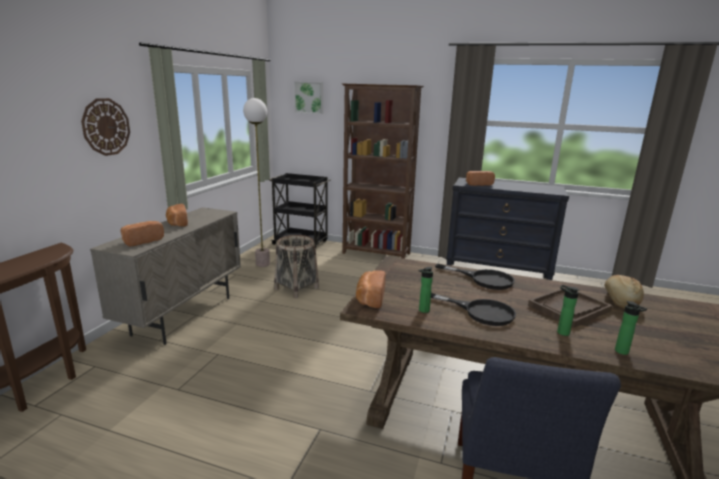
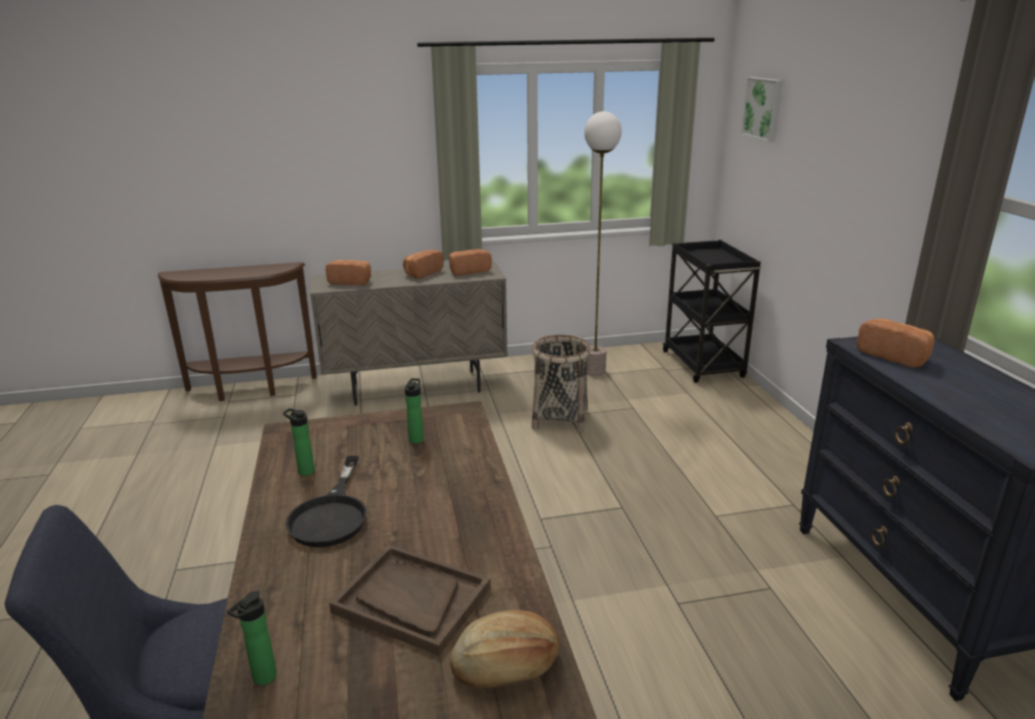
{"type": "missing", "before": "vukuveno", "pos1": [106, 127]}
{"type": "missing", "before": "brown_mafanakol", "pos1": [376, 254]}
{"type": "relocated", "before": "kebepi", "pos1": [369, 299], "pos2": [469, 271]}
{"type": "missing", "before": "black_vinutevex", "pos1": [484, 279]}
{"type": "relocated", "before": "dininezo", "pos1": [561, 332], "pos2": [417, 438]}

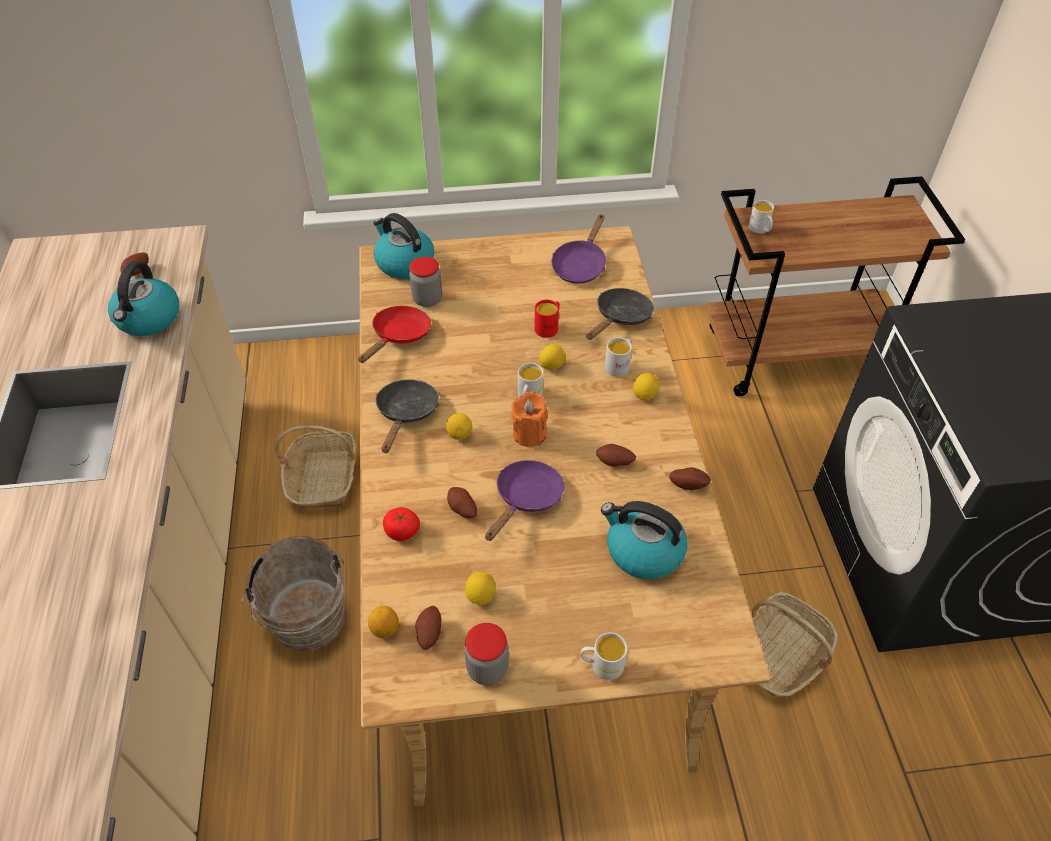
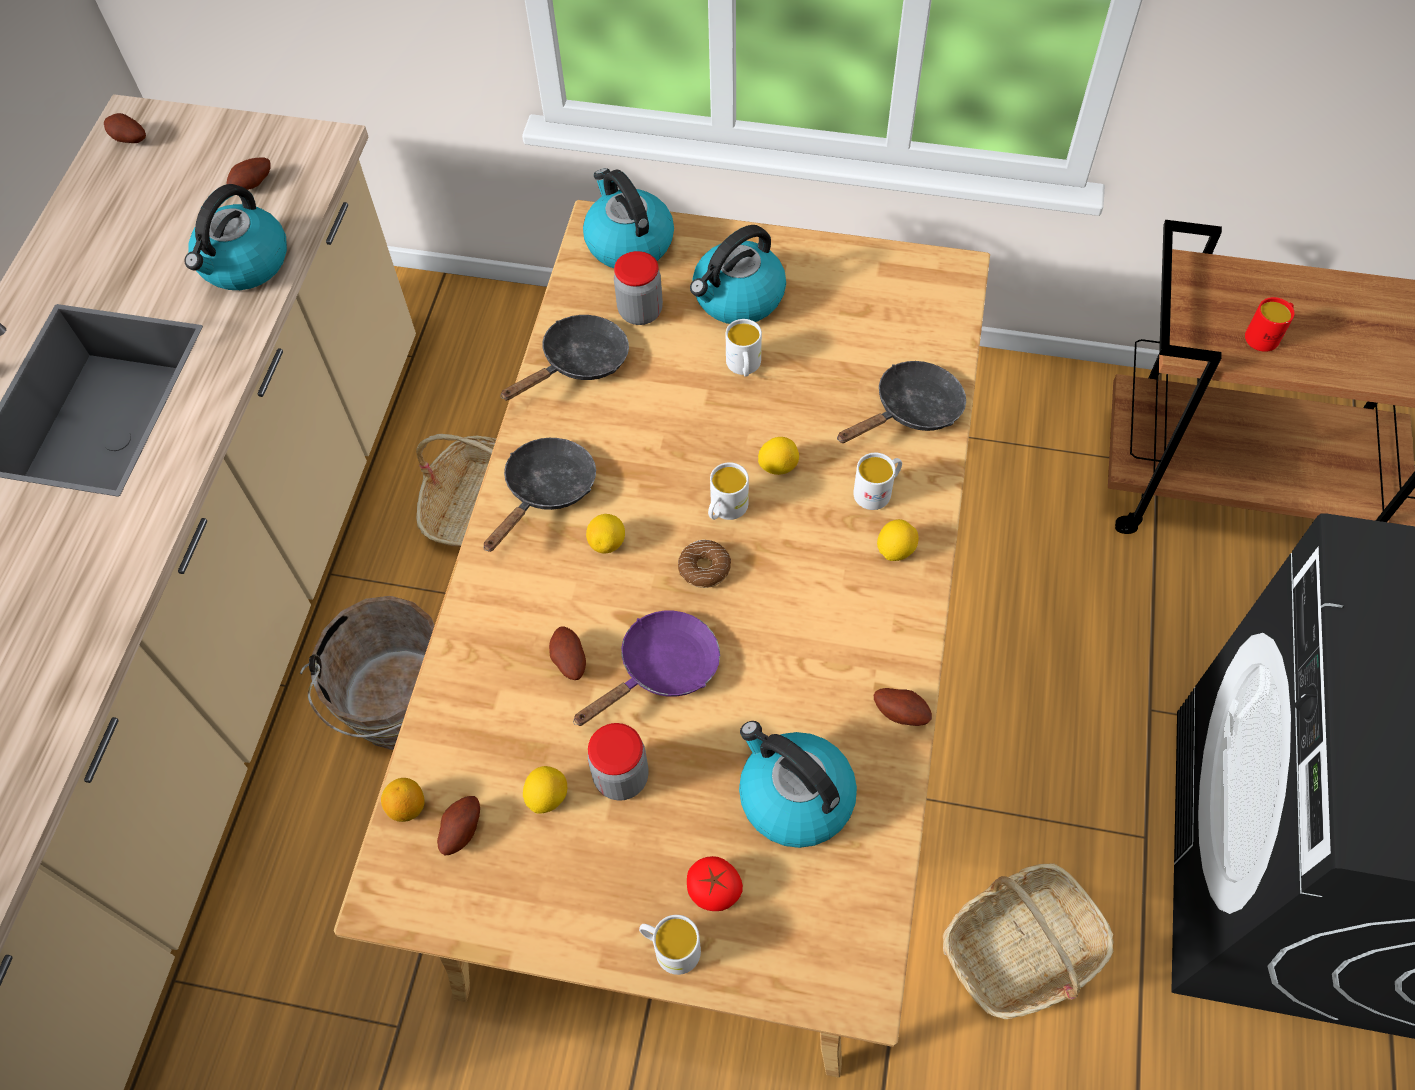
{"type": "colour", "before": "red_vinutevex", "after": "black_vinutevex", "pos1": [399, 336], "pos2": [579, 363]}
{"type": "relocated", "before": "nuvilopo", "pos1": [402, 531], "pos2": [714, 889]}
{"type": "relocated", "before": "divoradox", "pos1": [487, 668], "pos2": [621, 777]}
{"type": "exchanged", "before": "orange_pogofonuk", "after": "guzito", "pos1": [529, 433], "pos2": [704, 568]}
{"type": "relocated", "before": "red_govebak", "pos1": [548, 327], "pos2": [1266, 335]}
{"type": "missing", "before": "purple_vinutevex", "pos1": [580, 265]}
{"type": "relocated", "before": "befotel", "pos1": [614, 463], "pos2": [129, 140]}
{"type": "relocated", "before": "white_govebak", "pos1": [760, 229], "pos2": [744, 367]}
{"type": "appeared", "after": "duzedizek", "pos2": [737, 298]}

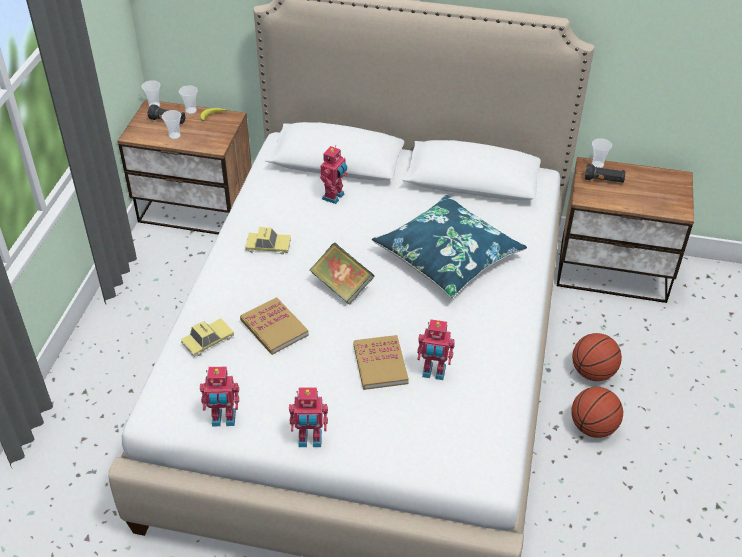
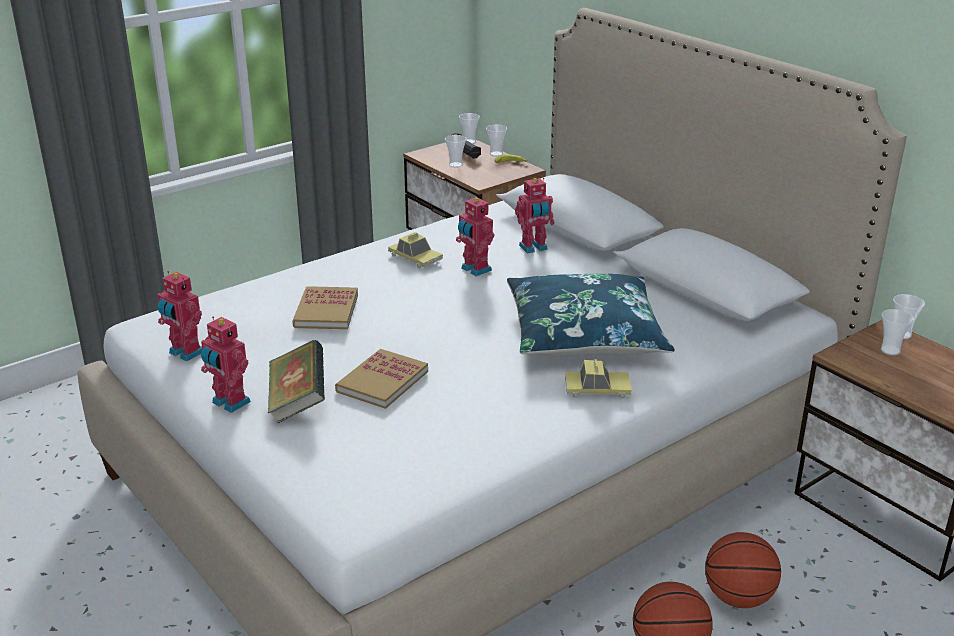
{"type": "relocated", "before": "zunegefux", "pos1": [208, 340], "pos2": [597, 389]}
{"type": "relocated", "before": "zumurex", "pos1": [341, 286], "pos2": [298, 402]}
{"type": "relocated", "before": "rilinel", "pos1": [433, 373], "pos2": [474, 270]}
{"type": "exchanged", "before": "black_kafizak", "after": "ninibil", "pos1": [604, 180], "pos2": [890, 350]}

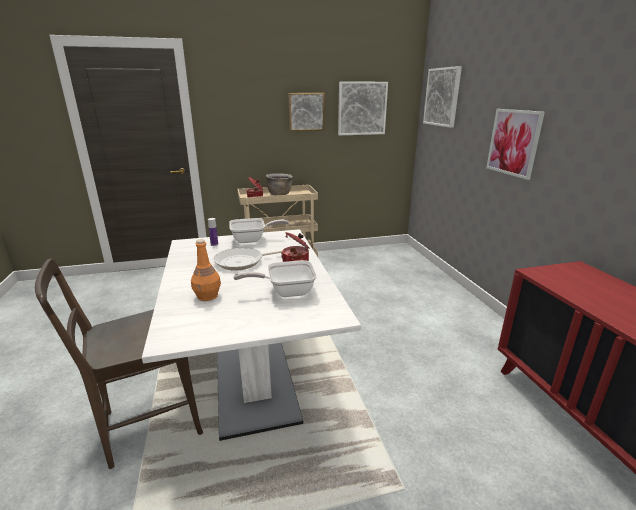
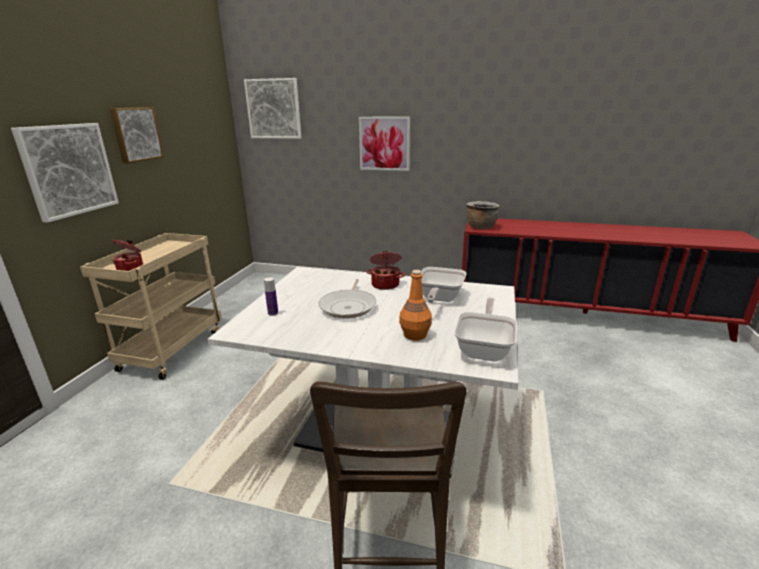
{"type": "relocated", "before": "vinutevex", "pos1": [252, 240], "pos2": [485, 348]}
{"type": "relocated", "before": "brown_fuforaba", "pos1": [279, 194], "pos2": [480, 227]}
{"type": "relocated", "before": "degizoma", "pos1": [362, 108], "pos2": [69, 170]}

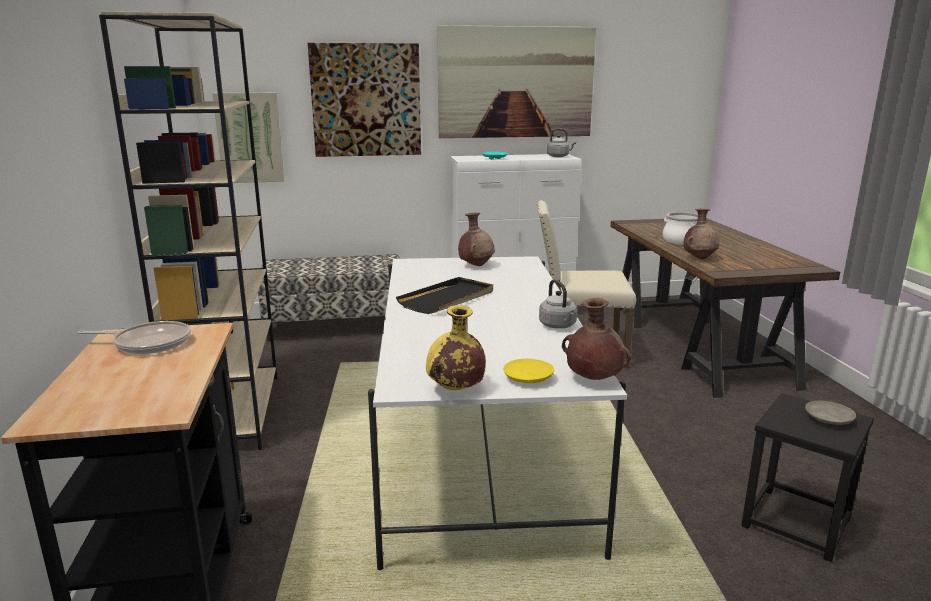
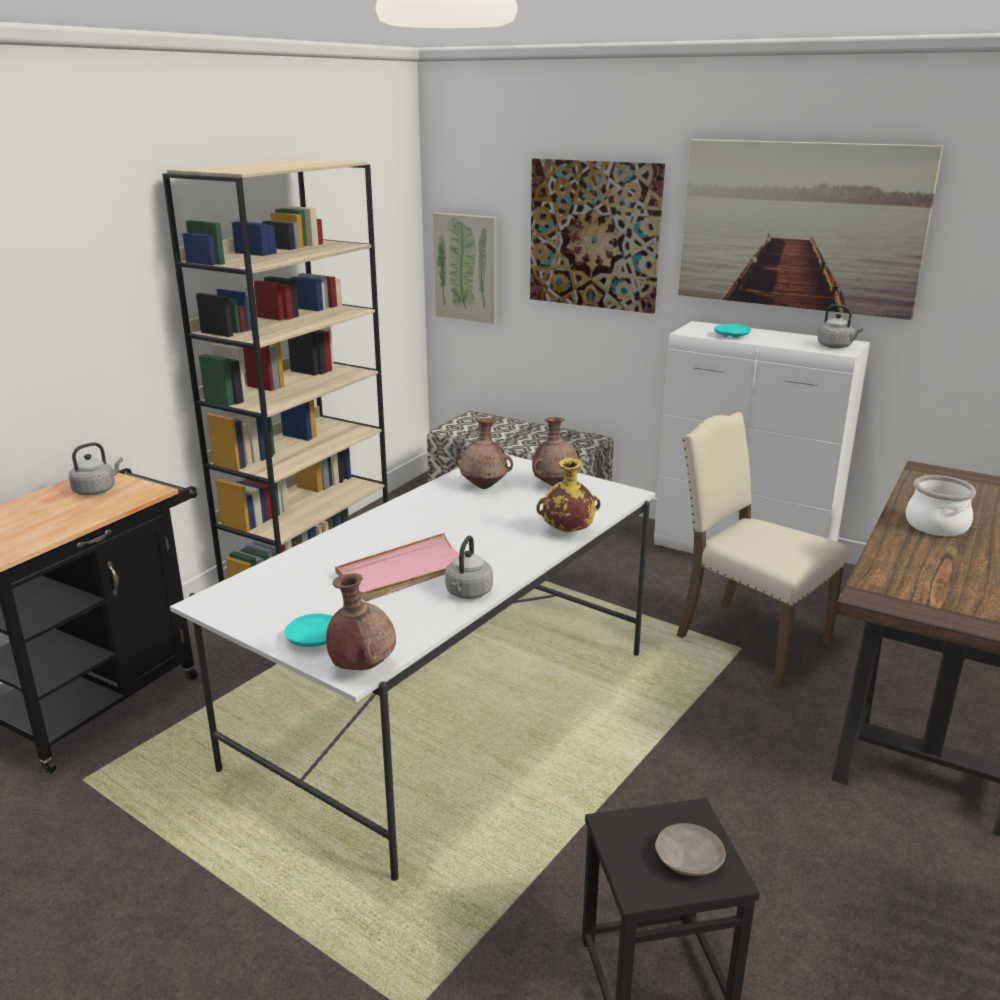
{"type": "exchanged", "before": "vinutevex", "after": "grey_duzedizek", "pos1": [148, 343], "pos2": [97, 490]}
{"type": "missing", "before": "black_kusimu", "pos1": [448, 299]}
{"type": "relocated", "before": "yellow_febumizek", "pos1": [455, 390], "pos2": [567, 532]}
{"type": "colour", "before": "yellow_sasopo", "after": "turquoise_sasopo", "pos1": [527, 378], "pos2": [314, 638]}
{"type": "relocated", "before": "brown_febumizek", "pos1": [699, 258], "pos2": [484, 486]}
{"type": "appeared", "after": "pink_kusimu", "pos2": [406, 572]}

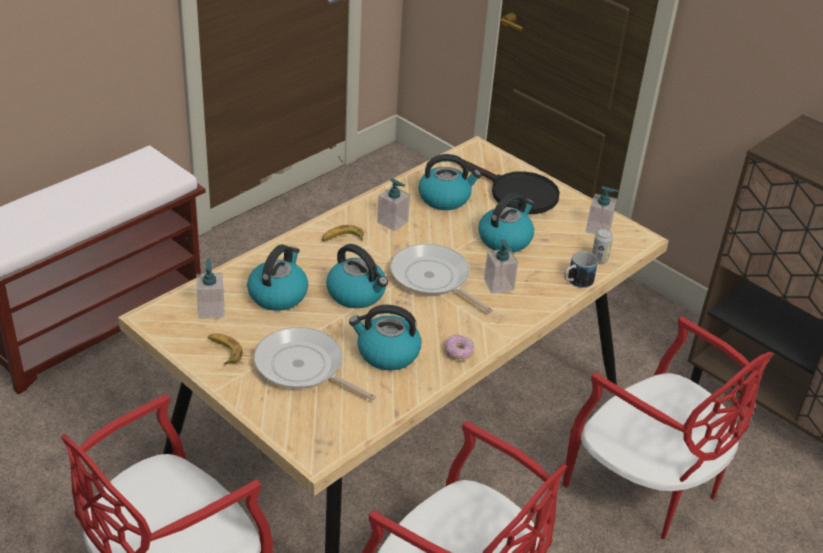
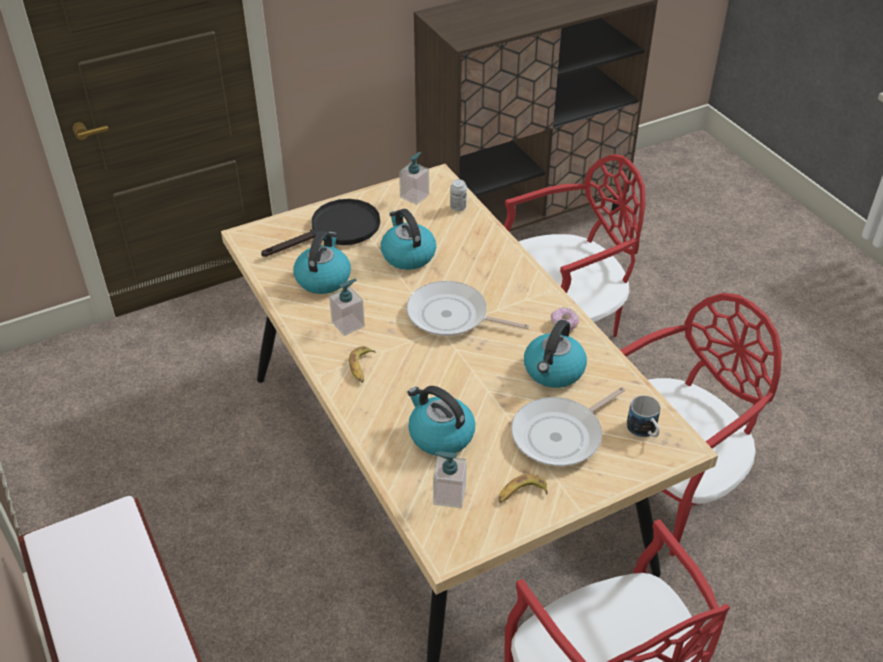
{"type": "missing", "before": "duzedizek", "pos1": [357, 294]}
{"type": "spun", "before": "vinutevex", "pos1": [433, 279], "pos2": [452, 316], "turn": 45}
{"type": "missing", "before": "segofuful", "pos1": [498, 285]}
{"type": "relocated", "before": "govebak", "pos1": [576, 282], "pos2": [644, 431]}

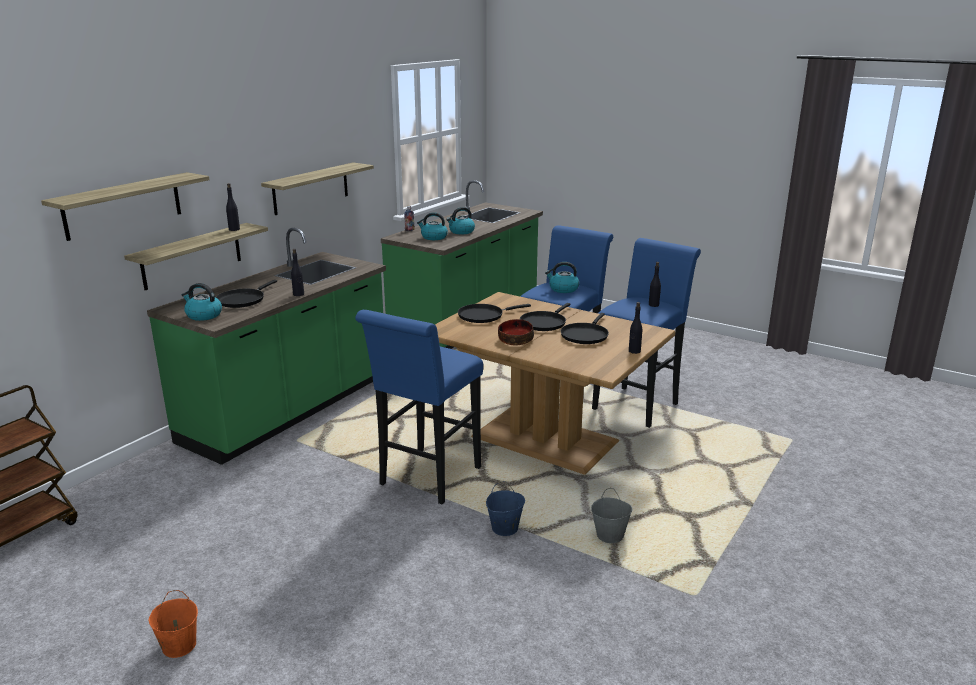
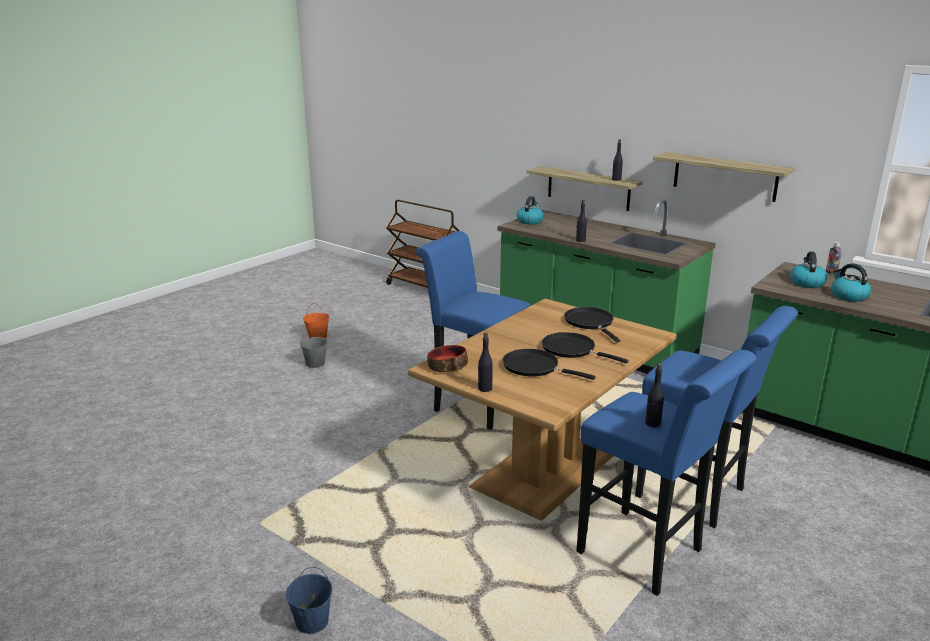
{"type": "missing", "before": "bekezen", "pos1": [123, 206]}
{"type": "missing", "before": "black_vinutevex", "pos1": [243, 300]}
{"type": "relocated", "before": "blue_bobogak", "pos1": [504, 528], "pos2": [311, 621]}
{"type": "relocated", "before": "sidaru", "pos1": [515, 340], "pos2": [447, 367]}
{"type": "missing", "before": "duzedizek", "pos1": [563, 289]}
{"type": "relocated", "before": "grey_bobogak", "pos1": [610, 536], "pos2": [315, 364]}

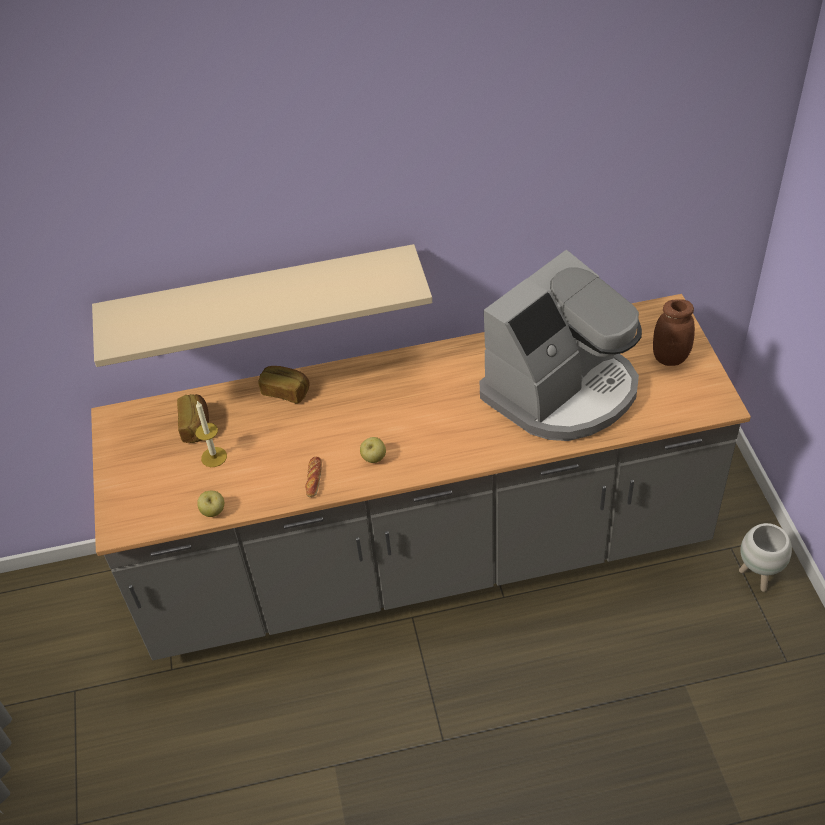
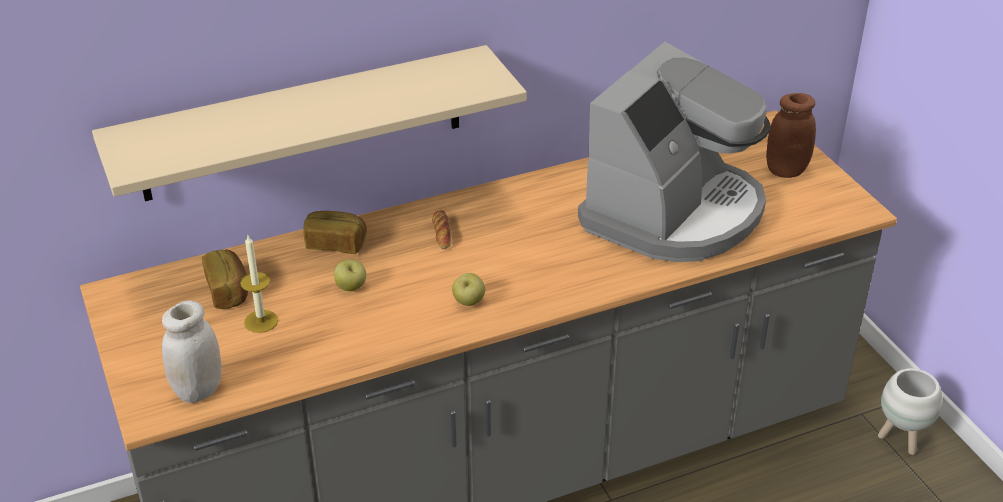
{"type": "relocated", "before": "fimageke", "pos1": [213, 511], "pos2": [351, 288]}
{"type": "relocated", "before": "kebepi", "pos1": [314, 479], "pos2": [442, 233]}
{"type": "appeared", "after": "white_divoradox", "pos2": [198, 390]}

